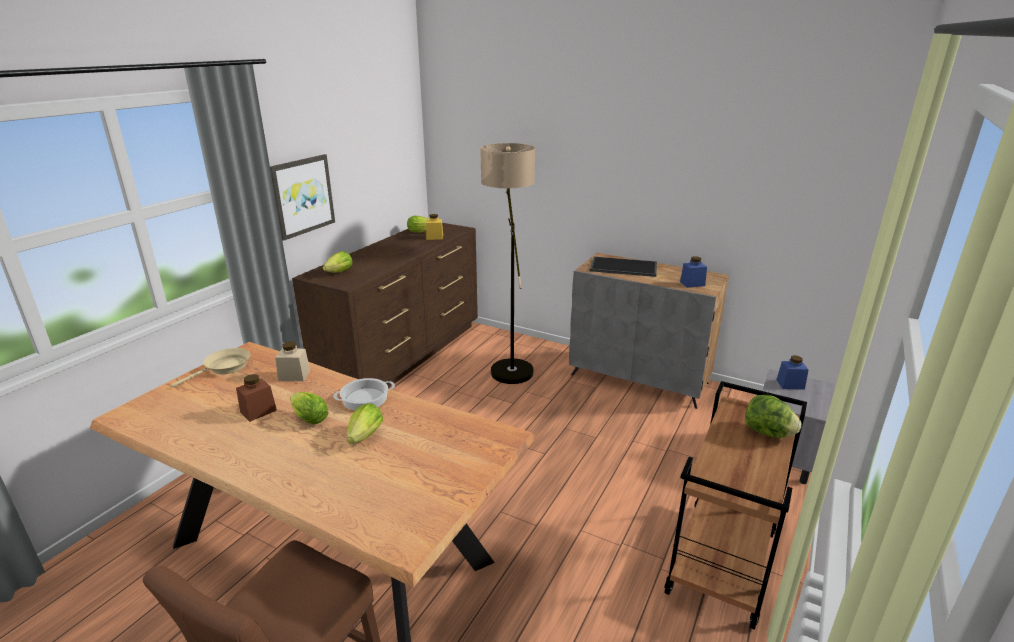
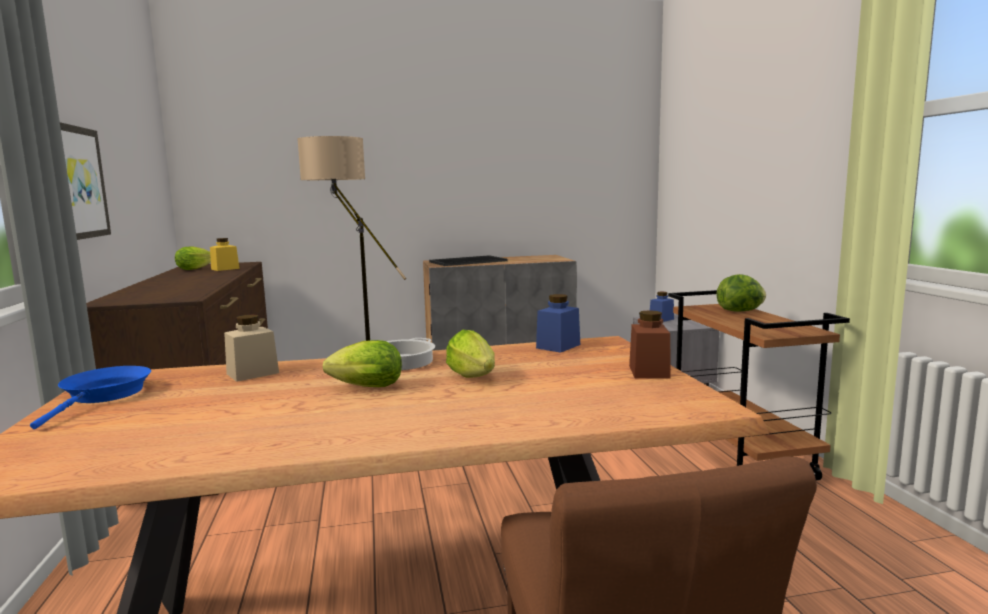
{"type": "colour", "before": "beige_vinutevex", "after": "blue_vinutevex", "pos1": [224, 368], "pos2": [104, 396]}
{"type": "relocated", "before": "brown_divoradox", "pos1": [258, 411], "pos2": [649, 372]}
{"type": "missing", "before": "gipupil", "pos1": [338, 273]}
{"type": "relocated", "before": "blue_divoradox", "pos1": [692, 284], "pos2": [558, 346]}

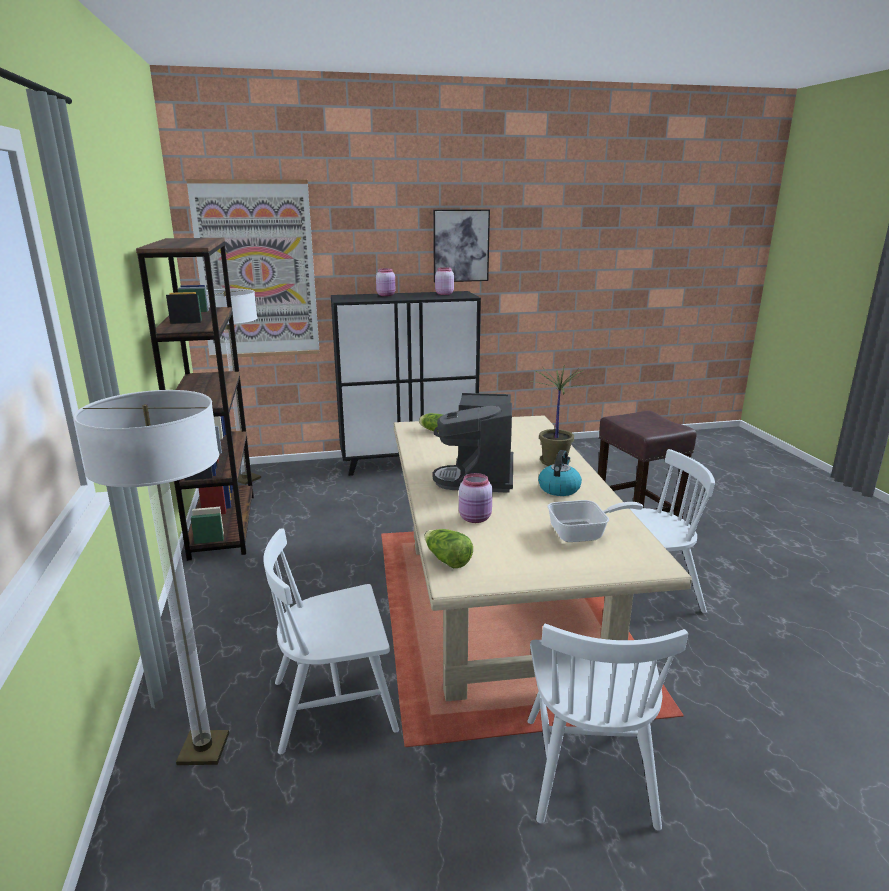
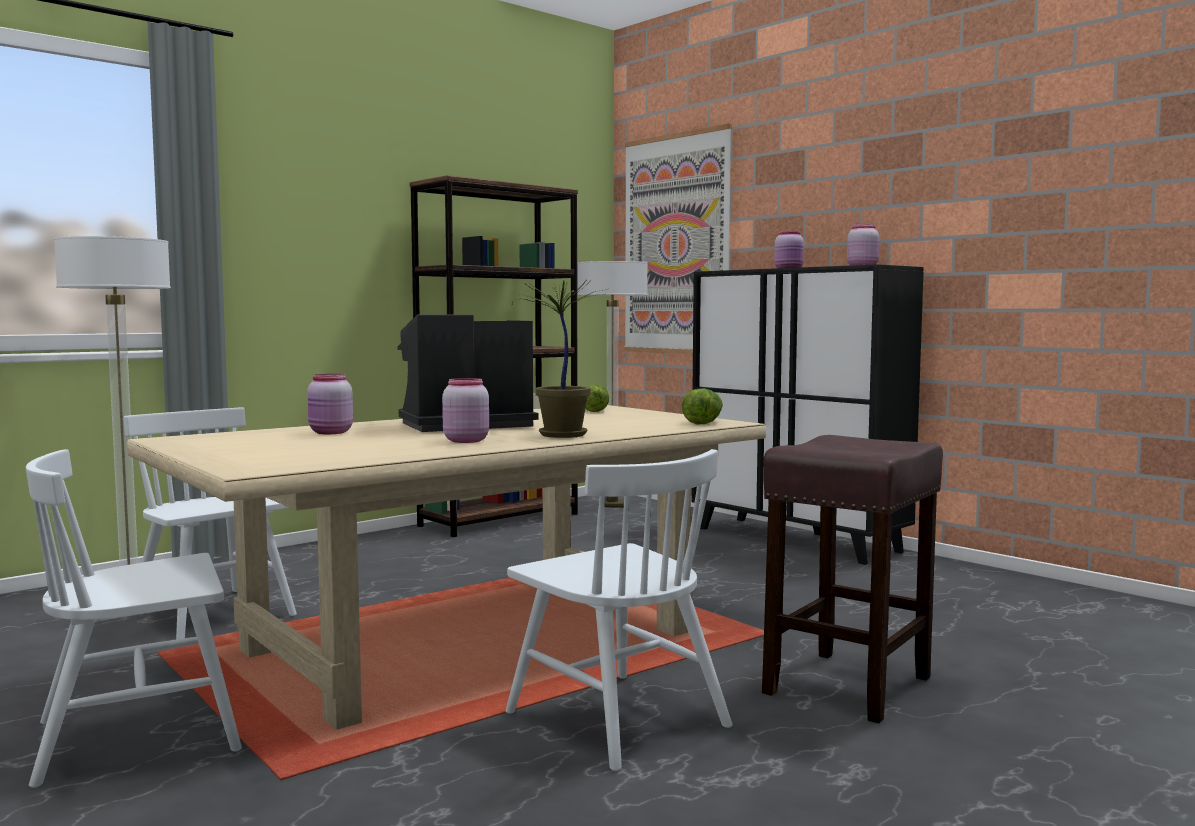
{"type": "relocated", "before": "gipupil", "pos1": [447, 560], "pos2": [703, 422]}
{"type": "missing", "before": "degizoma", "pos1": [461, 246]}
{"type": "exchanged", "before": "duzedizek", "after": "pink_divoradox", "pos1": [559, 488], "pos2": [465, 440]}
{"type": "missing", "before": "vinutevex", "pos1": [584, 534]}

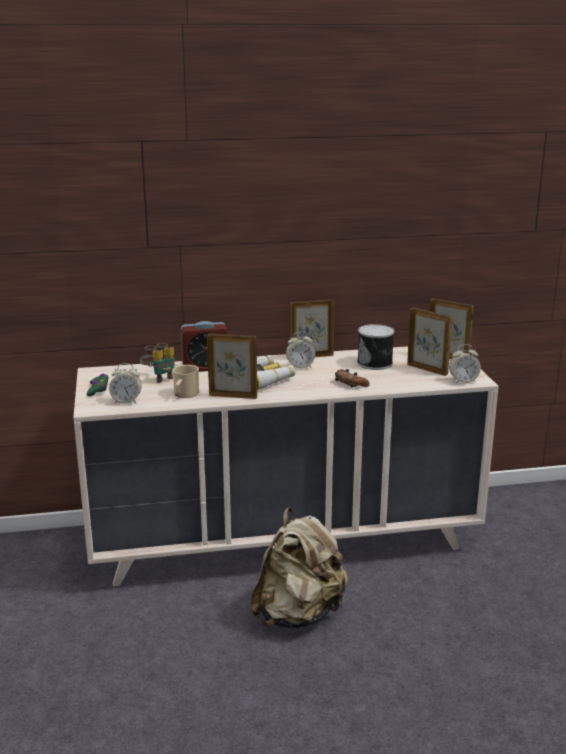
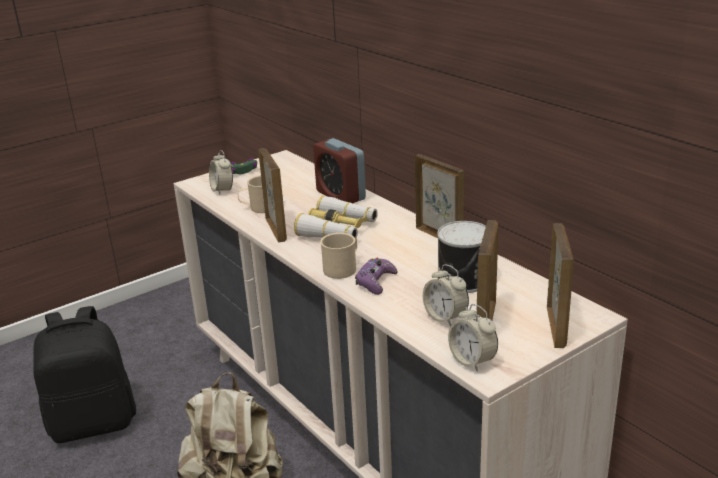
{"type": "missing", "before": "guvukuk", "pos1": [160, 378]}
{"type": "relocated", "before": "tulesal", "pos1": [300, 366], "pos2": [445, 317]}
{"type": "colour", "before": "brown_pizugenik", "after": "purple_pizugenik", "pos1": [350, 383], "pos2": [376, 281]}
{"type": "appeared", "after": "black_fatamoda", "pos2": [93, 422]}
{"type": "appeared", "after": "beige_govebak", "pos2": [343, 268]}

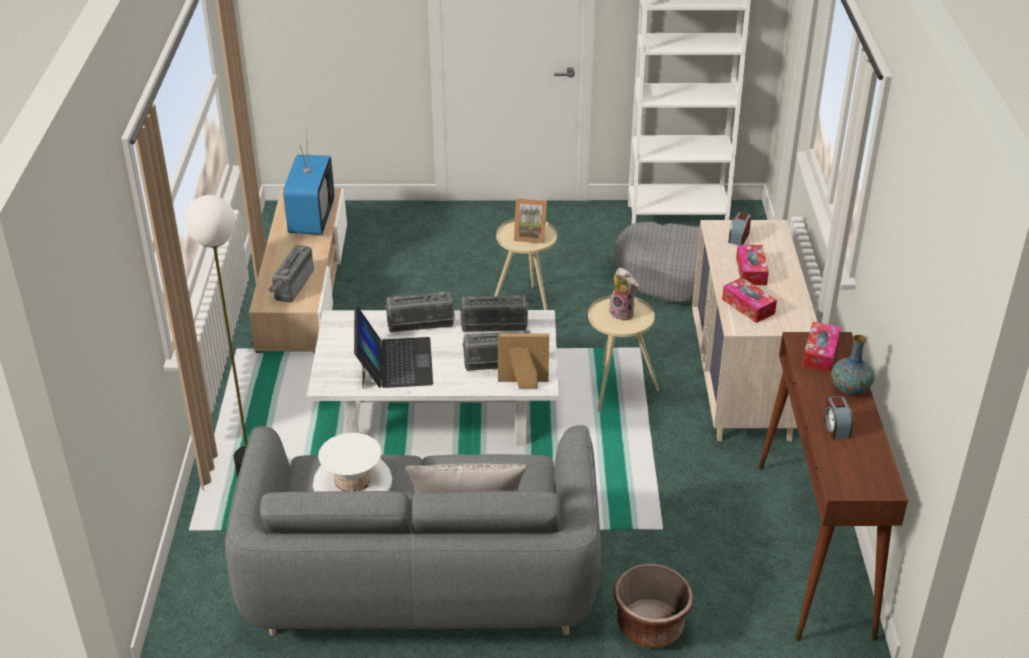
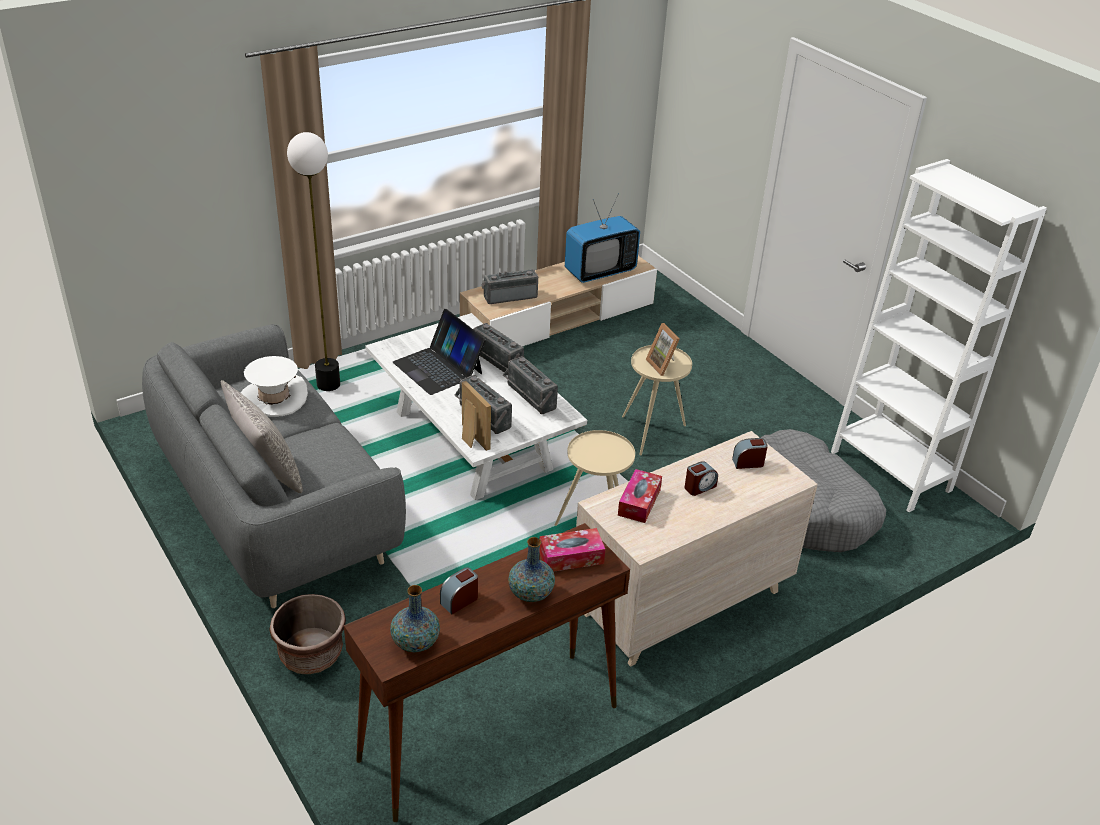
{"type": "spun", "before": "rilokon", "pos1": [394, 363], "pos2": [438, 367], "turn": 90}
{"type": "missing", "before": "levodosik", "pos1": [623, 313]}
{"type": "exchanged", "before": "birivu", "after": "tulesal", "pos1": [751, 271], "pos2": [699, 487]}
{"type": "appeared", "after": "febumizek", "pos2": [415, 642]}

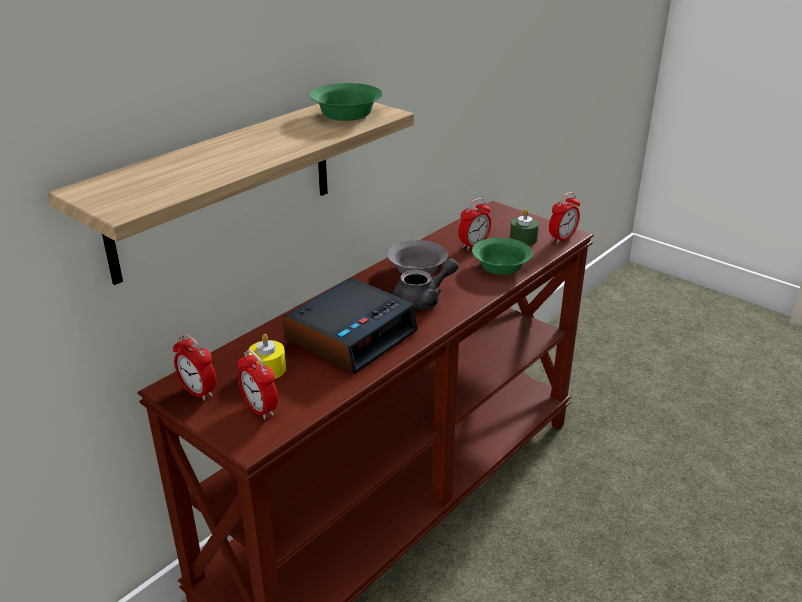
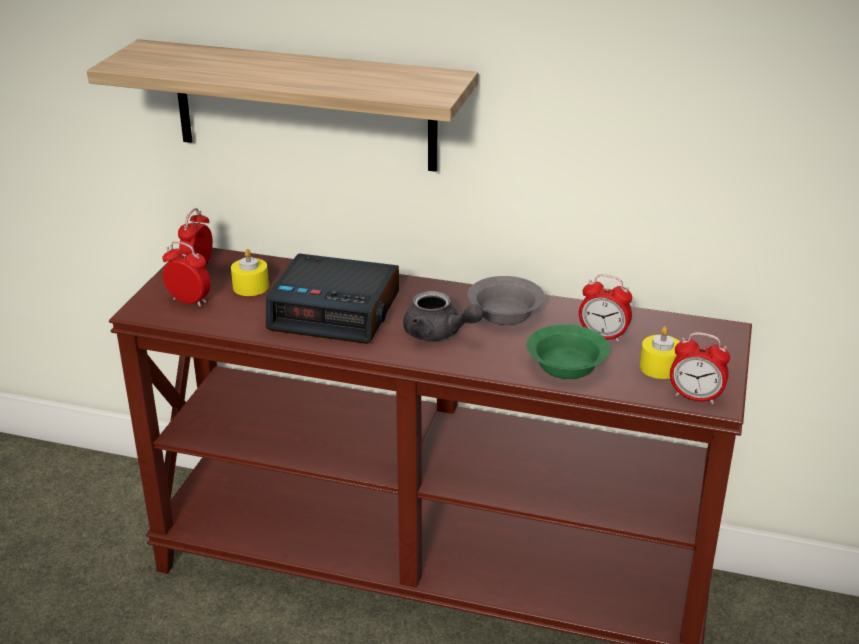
{"type": "spun", "before": "tulesal", "pos1": [260, 409], "pos2": [189, 301], "turn": 90}
{"type": "missing", "before": "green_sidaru", "pos1": [348, 114]}
{"type": "colour", "before": "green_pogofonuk", "after": "yellow_pogofonuk", "pos1": [523, 239], "pos2": [659, 367]}

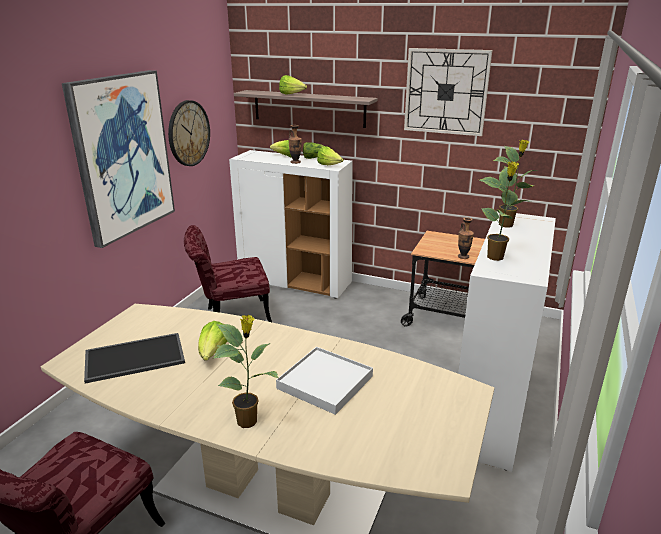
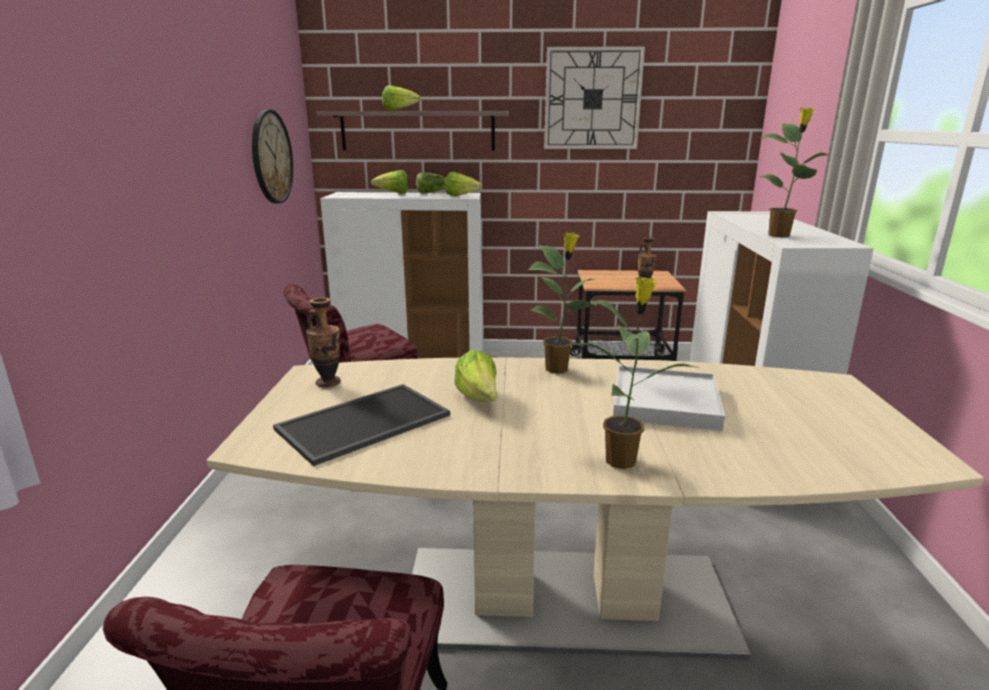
{"type": "missing", "before": "degizoma", "pos1": [122, 156]}
{"type": "relocated", "before": "febumizek", "pos1": [295, 162], "pos2": [328, 383]}
{"type": "relocated", "before": "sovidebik", "pos1": [507, 225], "pos2": [558, 369]}

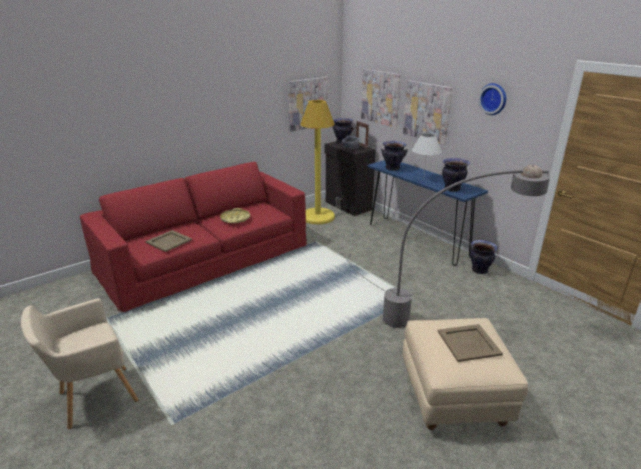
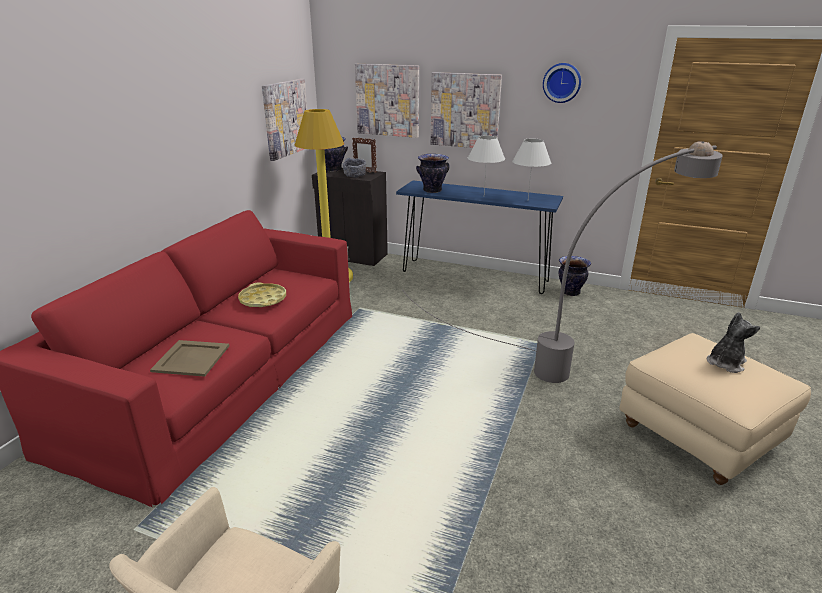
{"type": "exchanged", "before": "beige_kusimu", "after": "levodosik", "pos1": [468, 342], "pos2": [725, 363]}
{"type": "exchanged", "before": "febumizek", "after": "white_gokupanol", "pos1": [452, 189], "pos2": [527, 201]}

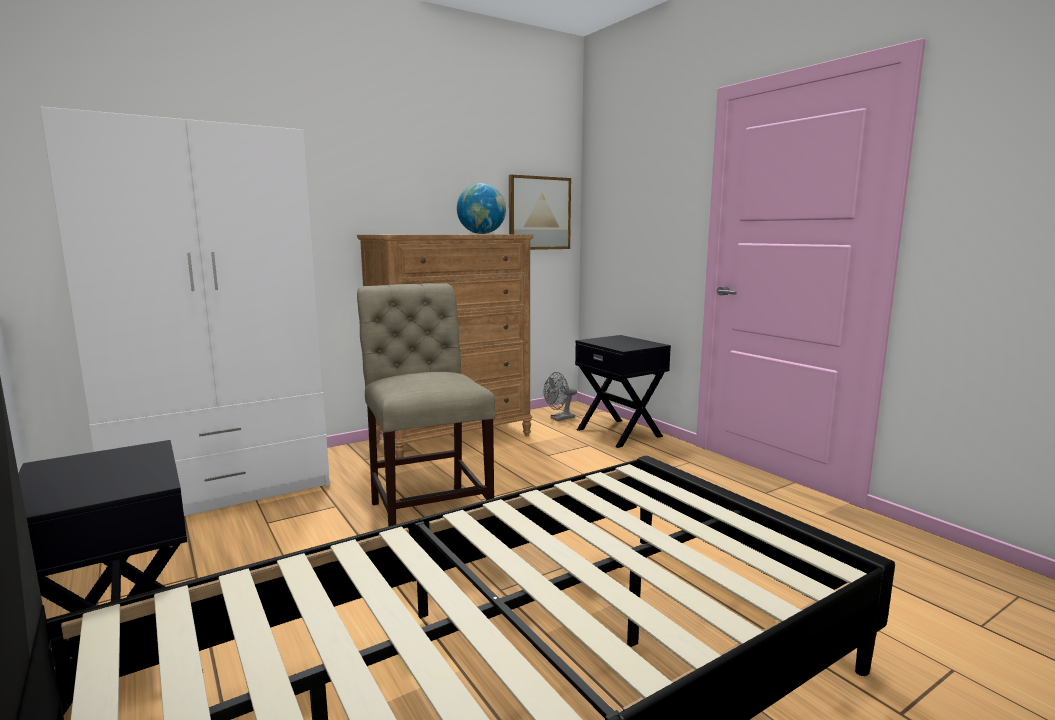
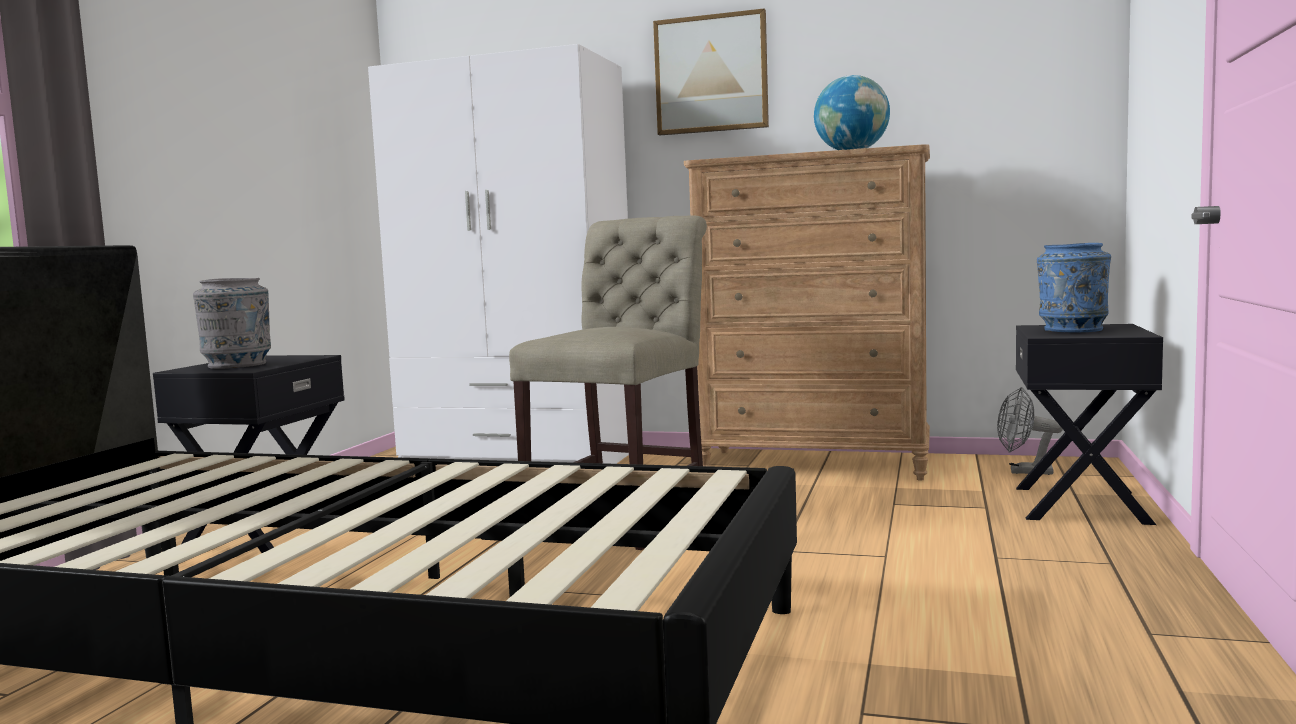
{"type": "relocated", "before": "degizoma", "pos1": [539, 213], "pos2": [711, 74]}
{"type": "appeared", "after": "grey_febumizek", "pos2": [238, 365]}
{"type": "appeared", "after": "blue_febumizek", "pos2": [1072, 330]}

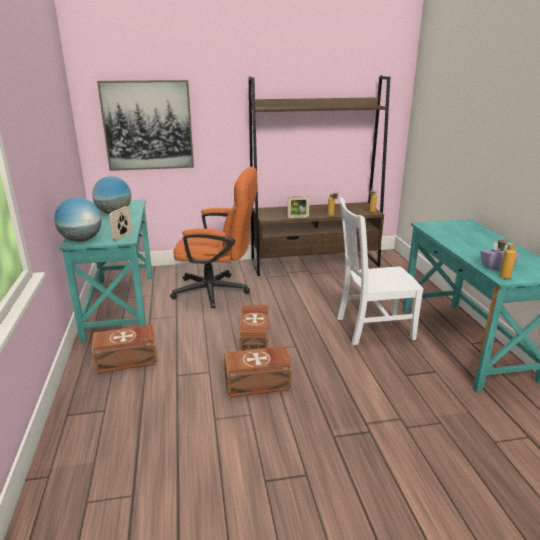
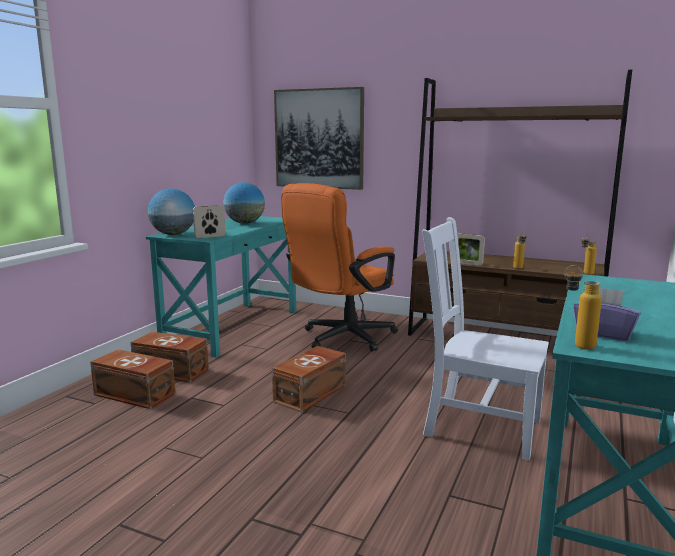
{"type": "spun", "before": "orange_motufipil", "pos1": [218, 291], "pos2": [341, 339], "turn": 90}
{"type": "relocated", "before": "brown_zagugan", "pos1": [258, 384], "pos2": [134, 395]}

